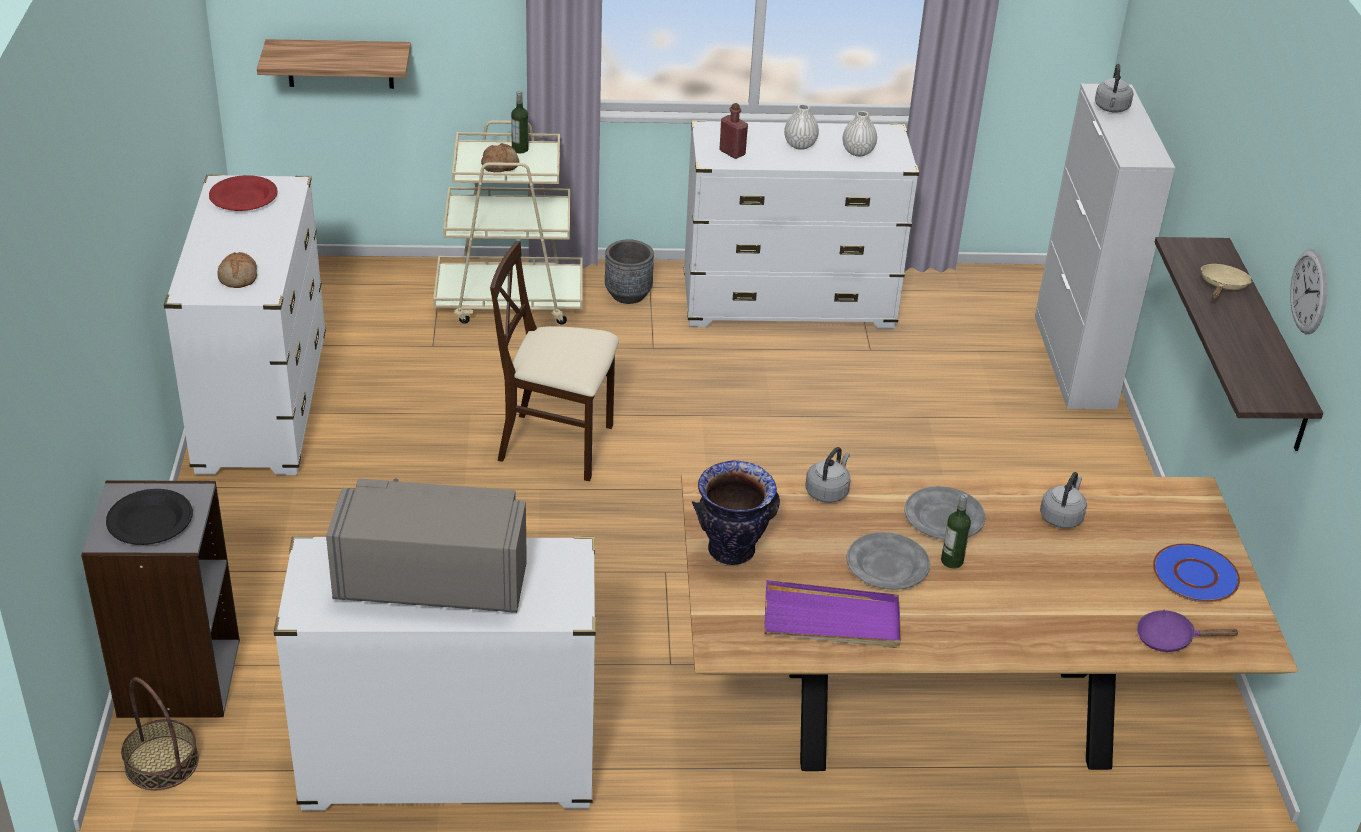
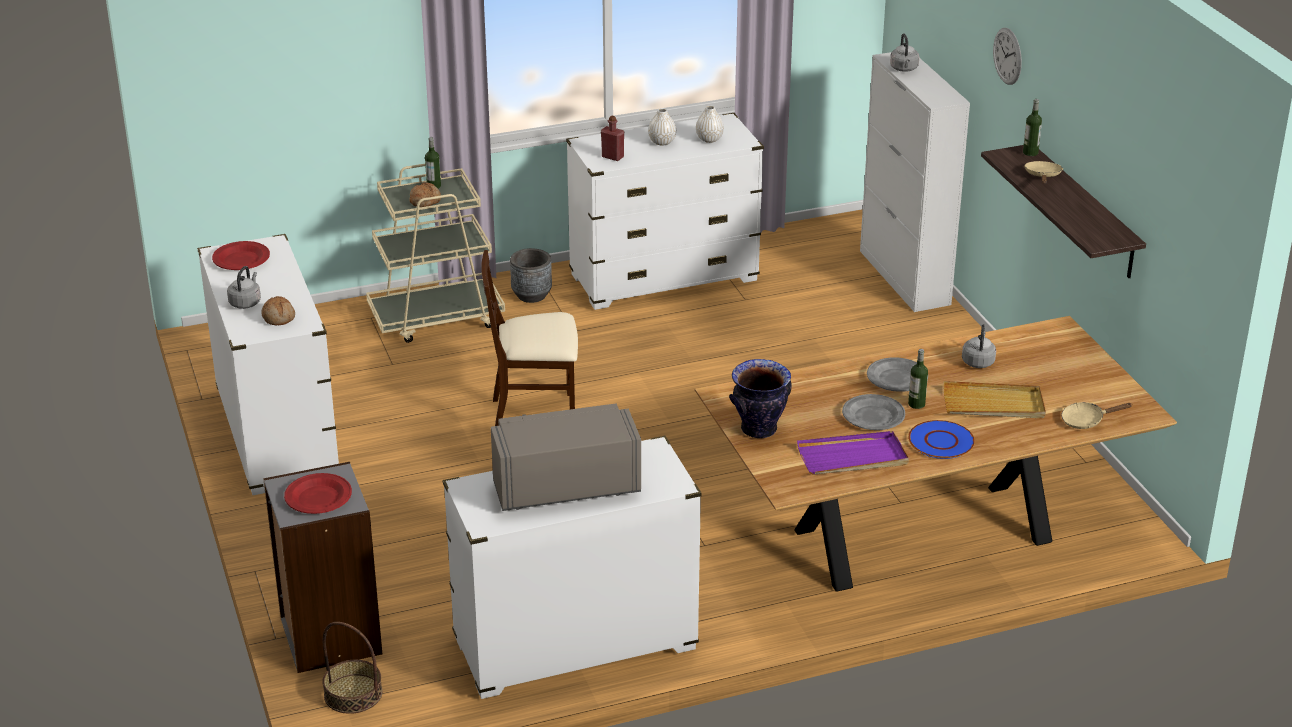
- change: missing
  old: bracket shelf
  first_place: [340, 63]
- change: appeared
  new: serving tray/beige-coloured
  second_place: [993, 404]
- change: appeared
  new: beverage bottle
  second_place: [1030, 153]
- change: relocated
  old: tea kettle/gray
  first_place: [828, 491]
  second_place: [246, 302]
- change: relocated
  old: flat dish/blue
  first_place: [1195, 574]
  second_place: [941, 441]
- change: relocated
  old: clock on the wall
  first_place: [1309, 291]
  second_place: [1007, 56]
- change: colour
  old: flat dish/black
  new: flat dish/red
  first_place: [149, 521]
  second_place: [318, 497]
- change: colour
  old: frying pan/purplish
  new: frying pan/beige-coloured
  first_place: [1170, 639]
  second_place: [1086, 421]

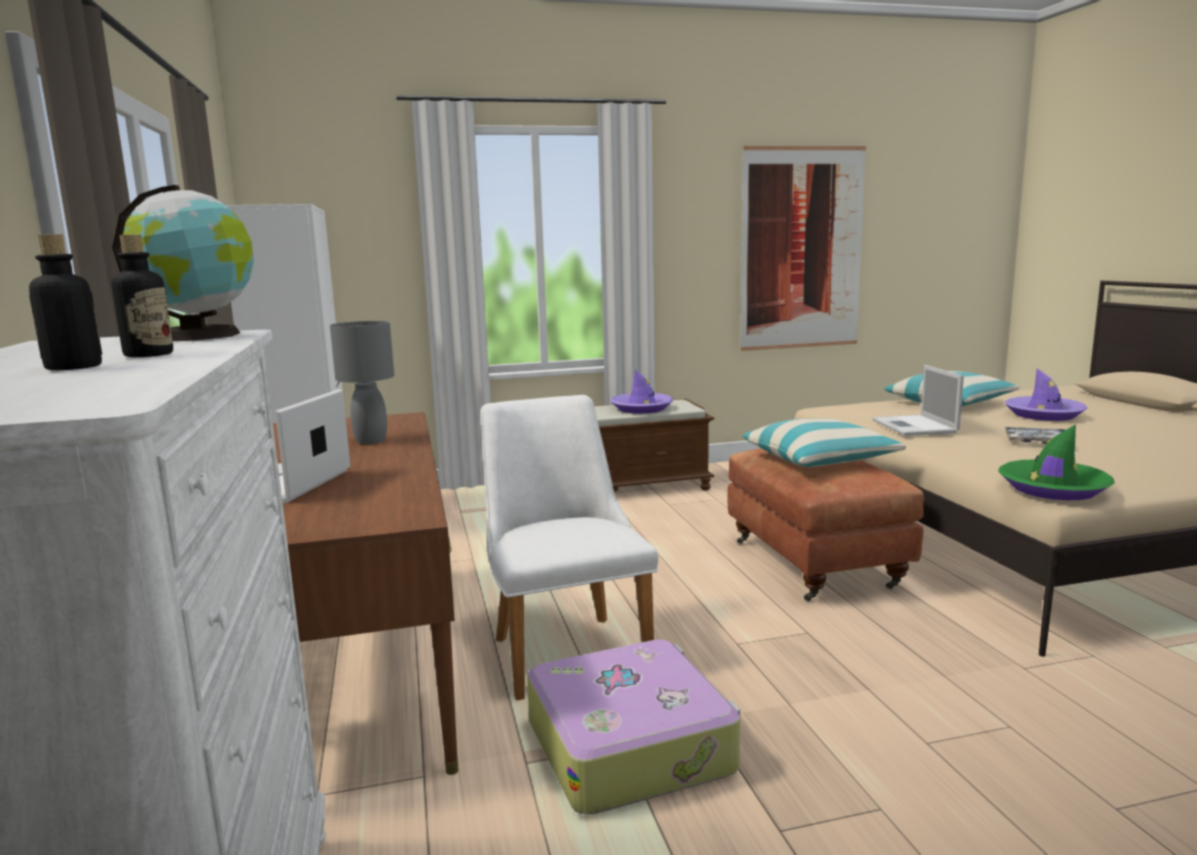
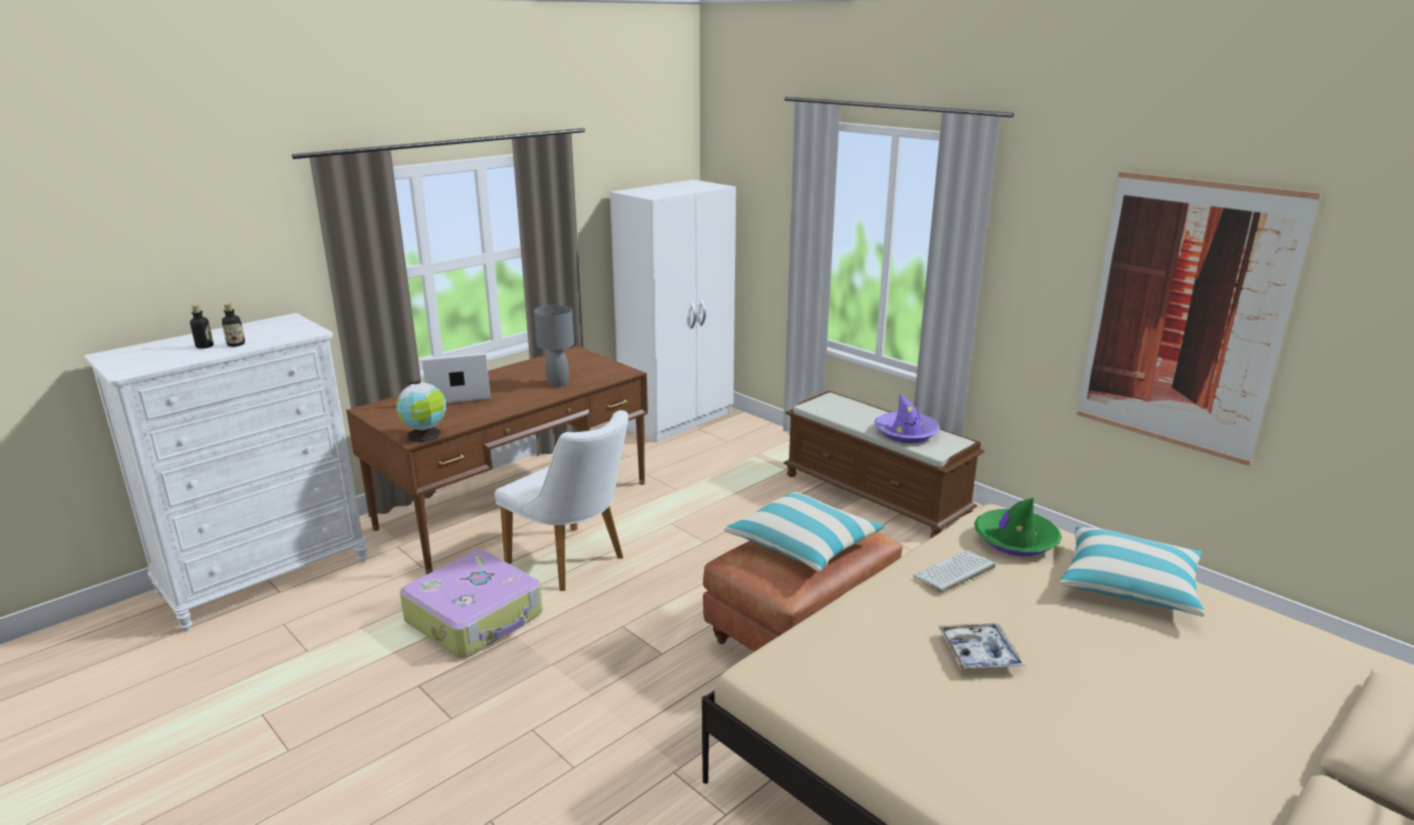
- change: missing
  old: hat/purplish
  first_place: [1044, 415]
- change: relocated
  old: globe
  first_place: [200, 336]
  second_place: [425, 436]
- change: relocated
  old: hat/green-coloured
  first_place: [1053, 489]
  second_place: [1015, 540]
- change: exchanged
  old: portable computer
  new: PC keyboard
  first_place: [915, 426]
  second_place: [954, 572]
- change: spun
  old: chair/white-coloured
  first_place: [564, 647]
  second_place: [573, 563]
  degrees: 90

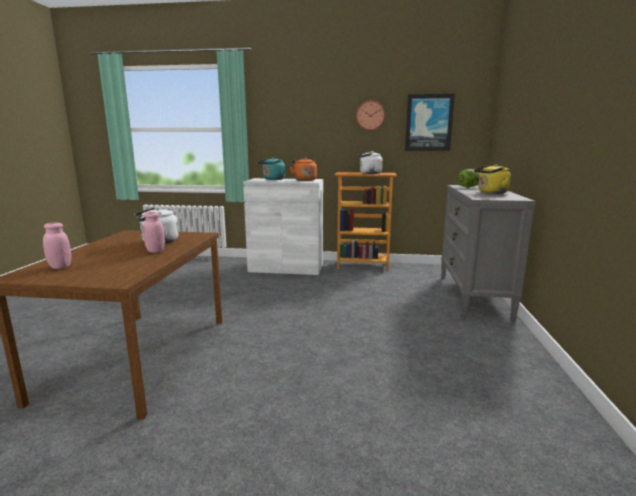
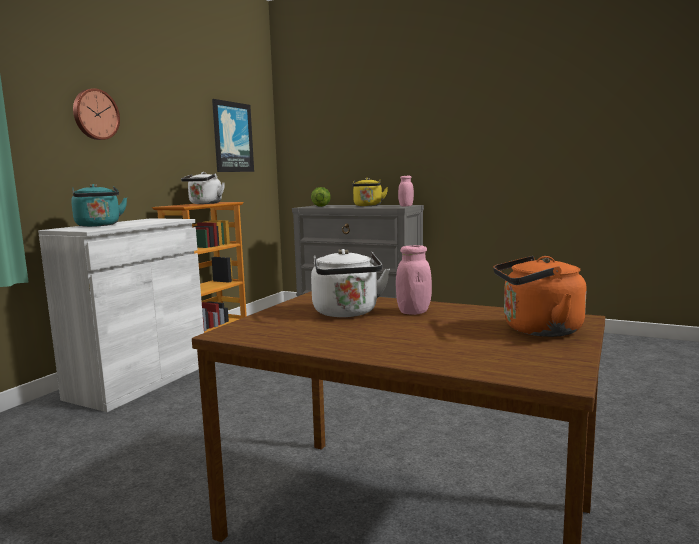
- change: relocated
  old: jar/pink-coloured
  first_place: [60, 267]
  second_place: [406, 206]
- change: relocated
  old: tea kettle/orange-coloured
  first_place: [304, 180]
  second_place: [537, 330]
- change: relocated
  old: clock on the wall
  first_place: [370, 115]
  second_place: [95, 114]

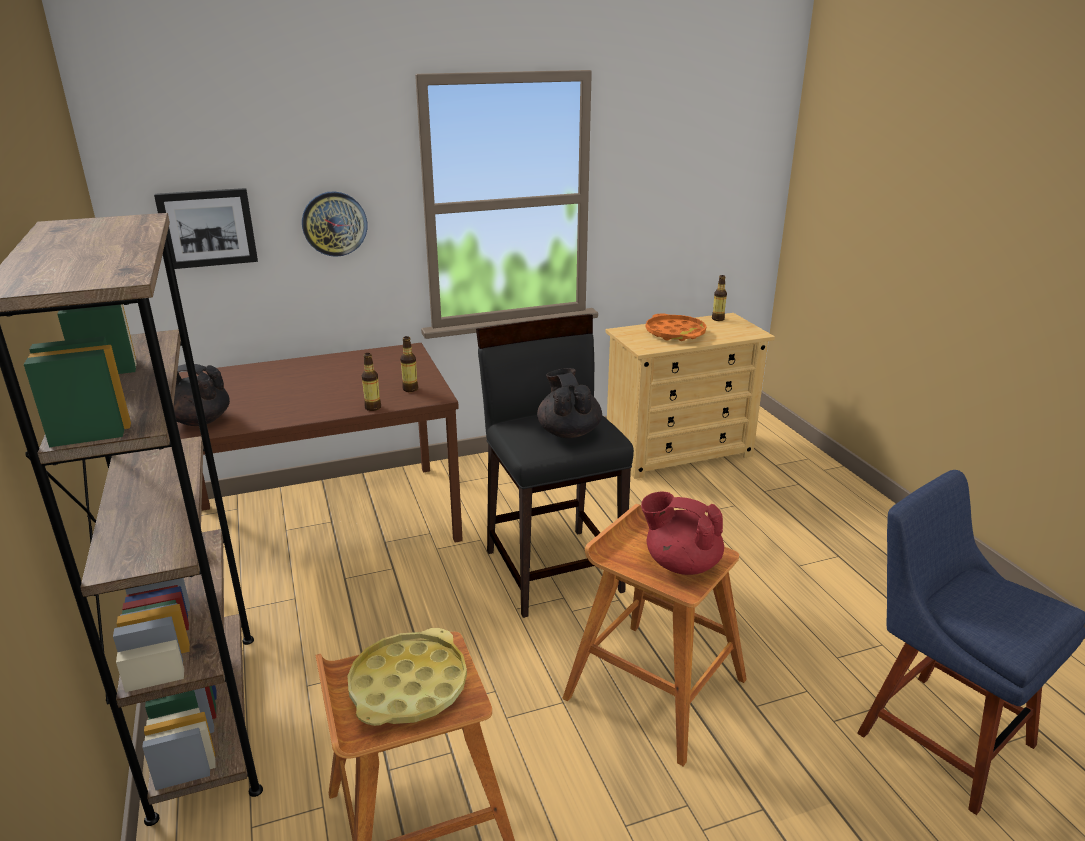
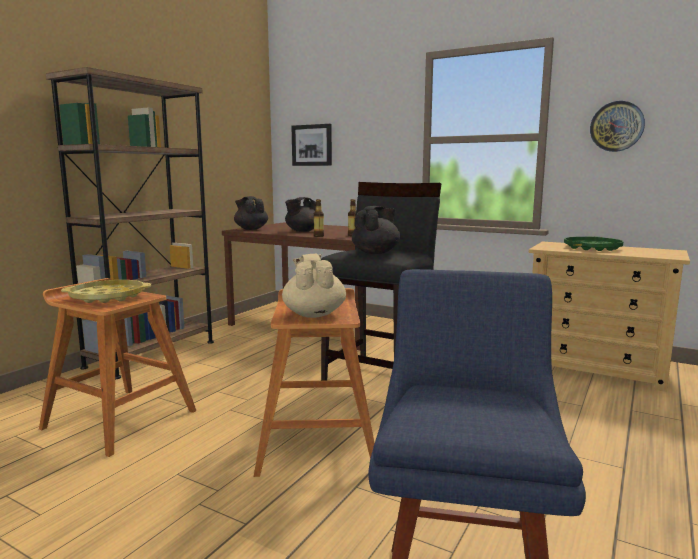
- change: missing
  old: beverage bottle
  first_place: [718, 319]
- change: appeared
  new: teapot/black
  second_place: [302, 231]
- change: relocated
  old: clock on the wall
  first_place: [334, 223]
  second_place: [616, 126]
- change: colour
  old: teapot/red
  new: teapot/beige-coloured
  first_place: [681, 563]
  second_place: [314, 314]
- change: colour
  old: serving tray/orange-coloured
  new: serving tray/green-coloured
  first_place: [675, 333]
  second_place: [592, 248]

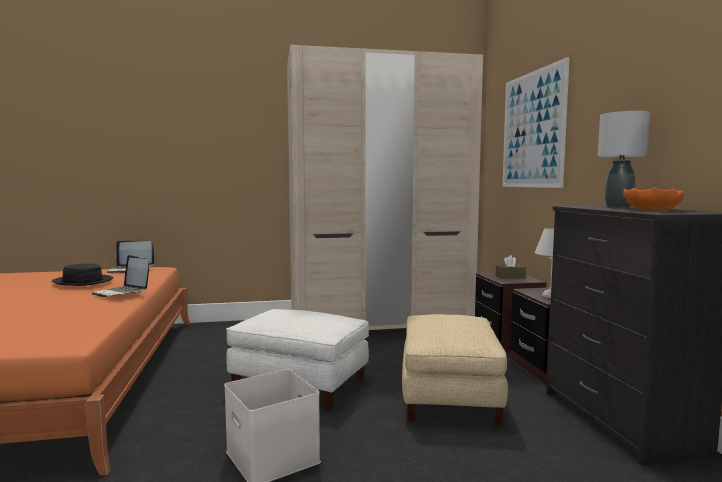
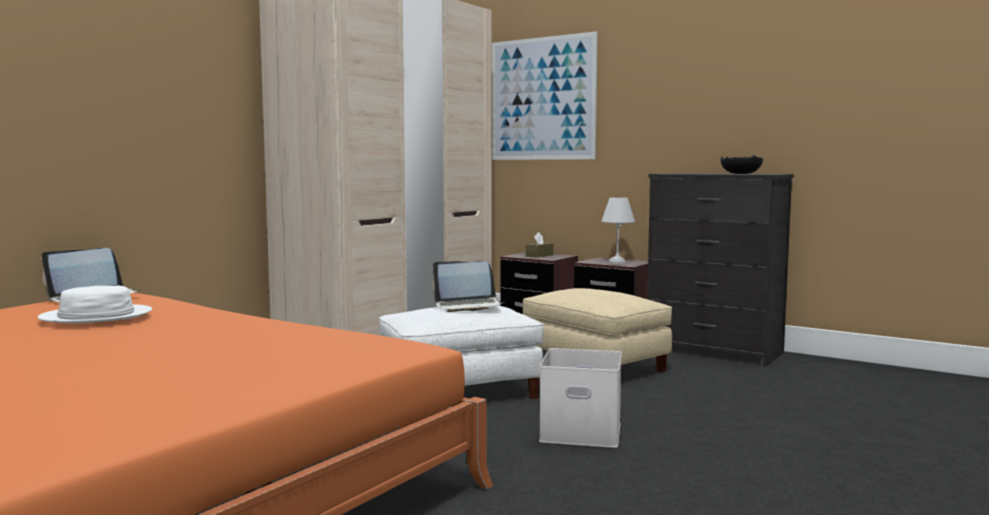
- change: missing
  old: tabletop lamp/gray
  first_place: [618, 206]
- change: relocated
  old: portable computer
  first_place: [122, 292]
  second_place: [468, 306]
- change: colour
  old: hat/black
  new: hat/white-coloured
  first_place: [82, 281]
  second_place: [96, 316]
- change: colour
  old: serving bowl/orange-coloured
  new: serving bowl/black
  first_place: [652, 210]
  second_place: [741, 173]

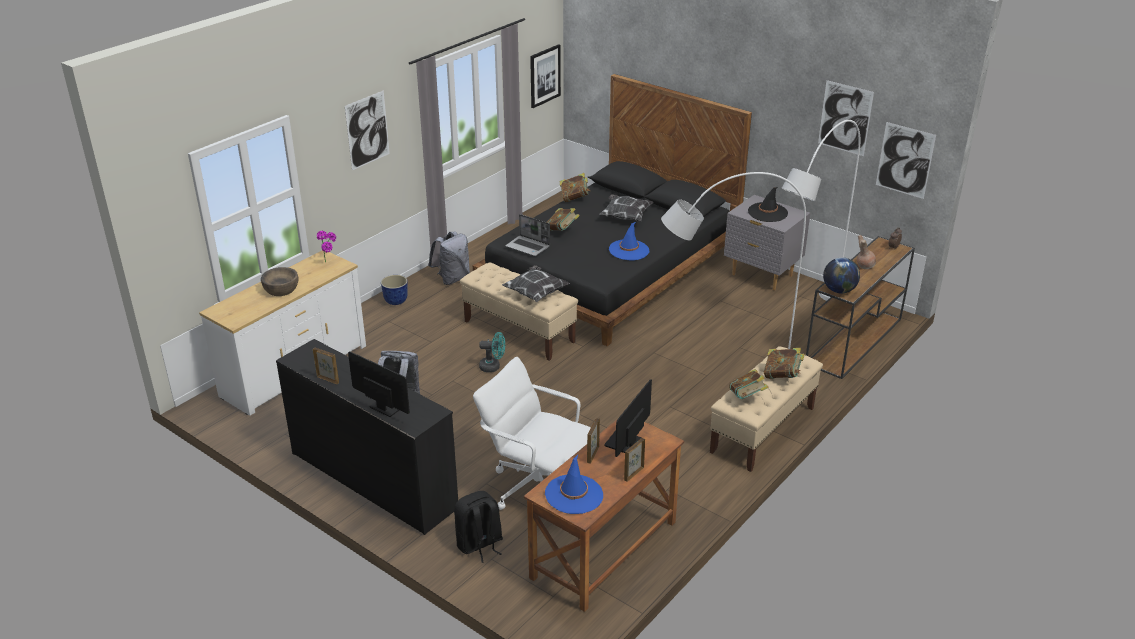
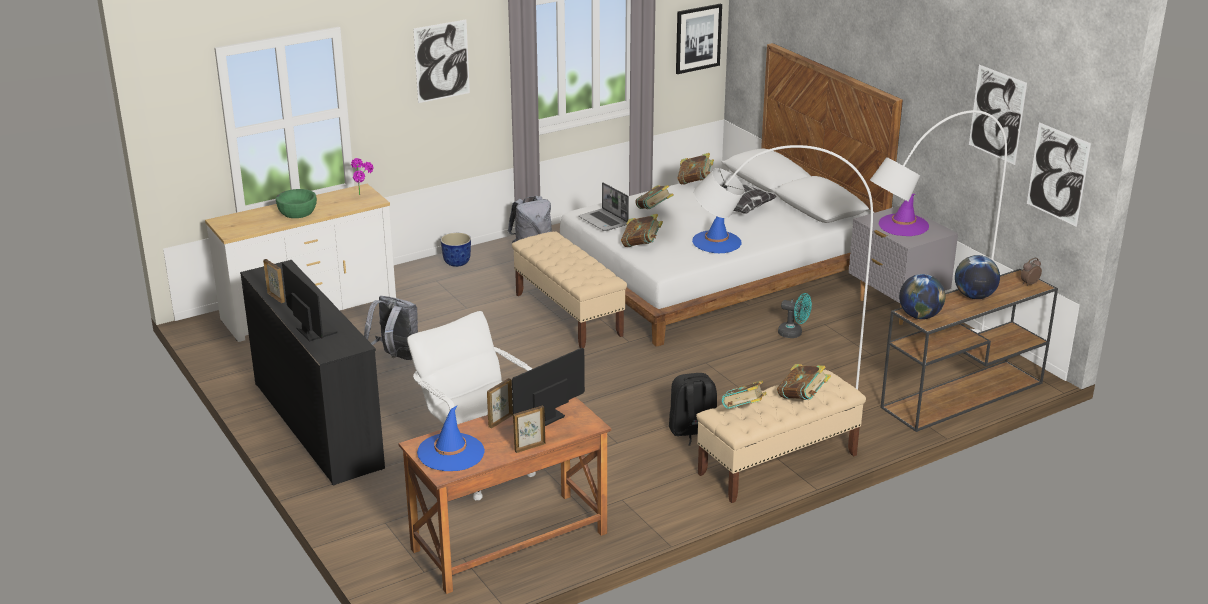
- change: missing
  old: pillow
  first_place: [536, 293]
- change: appeared
  new: book
  second_place: [641, 245]
- change: relocated
  old: backpack/black
  first_place: [479, 544]
  second_place: [692, 431]
- change: relocated
  old: electric fan/blue-green
  first_place: [493, 367]
  second_place: [794, 333]
- change: exchanged
  old: decorative vase/brown
  new: globe
  first_place: [864, 266]
  second_place: [974, 296]
- change: colour
  old: serving bowl/brown
  new: serving bowl/green-coloured
  first_place: [281, 289]
  second_place: [297, 212]
- change: colour
  old: bedroom bed/black
  new: bedroom bed/white-coloured
  first_place: [610, 271]
  second_place: [715, 273]
- change: colour
  old: hat/black
  new: hat/purplish
  first_place: [767, 212]
  second_place: [903, 225]

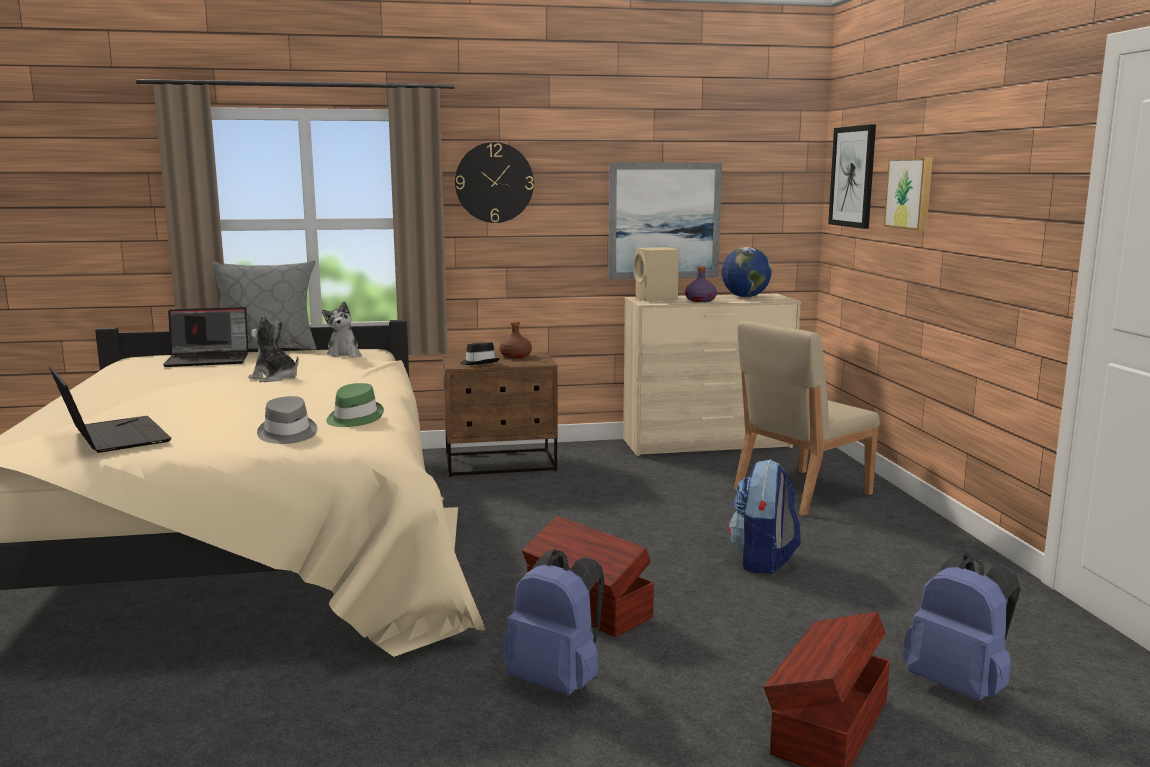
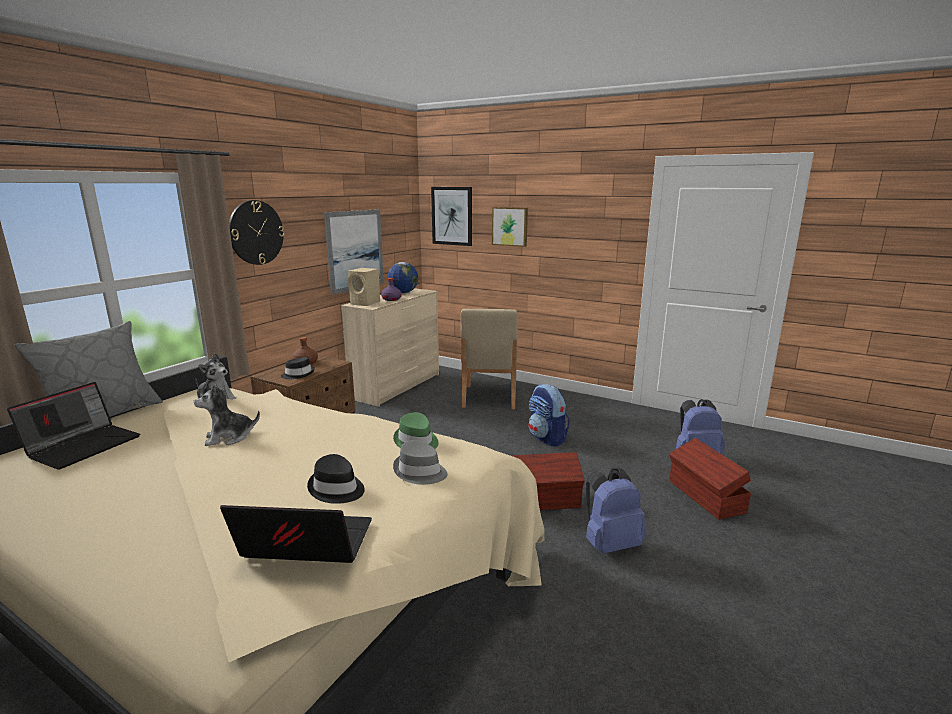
- change: appeared
  new: hat/black
  second_place: [336, 489]

